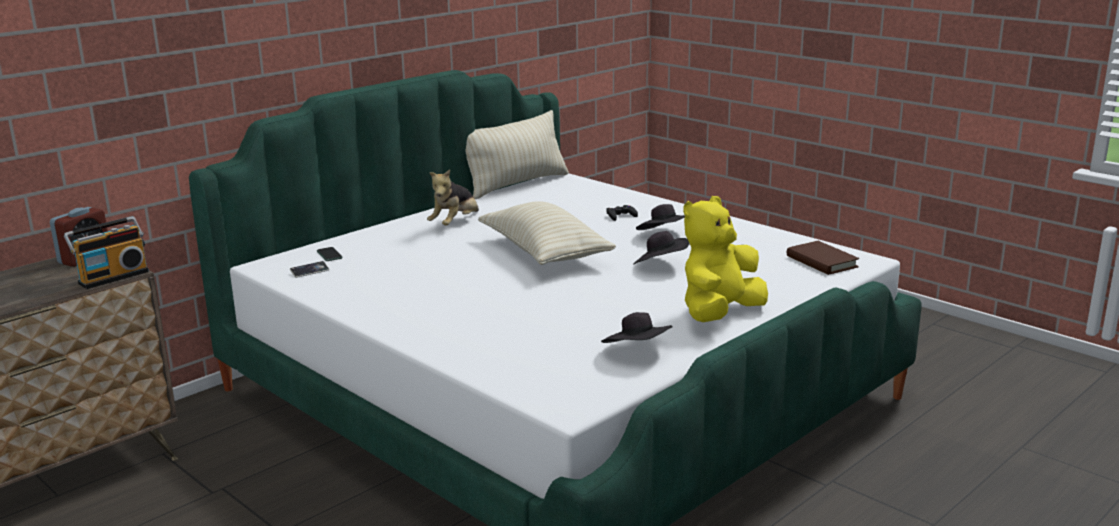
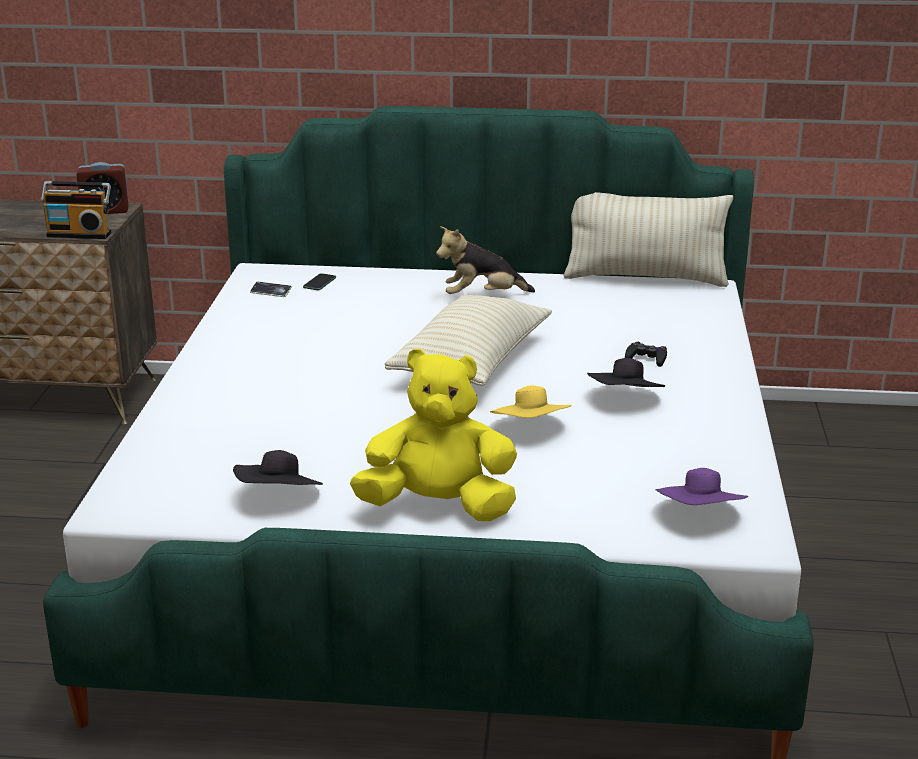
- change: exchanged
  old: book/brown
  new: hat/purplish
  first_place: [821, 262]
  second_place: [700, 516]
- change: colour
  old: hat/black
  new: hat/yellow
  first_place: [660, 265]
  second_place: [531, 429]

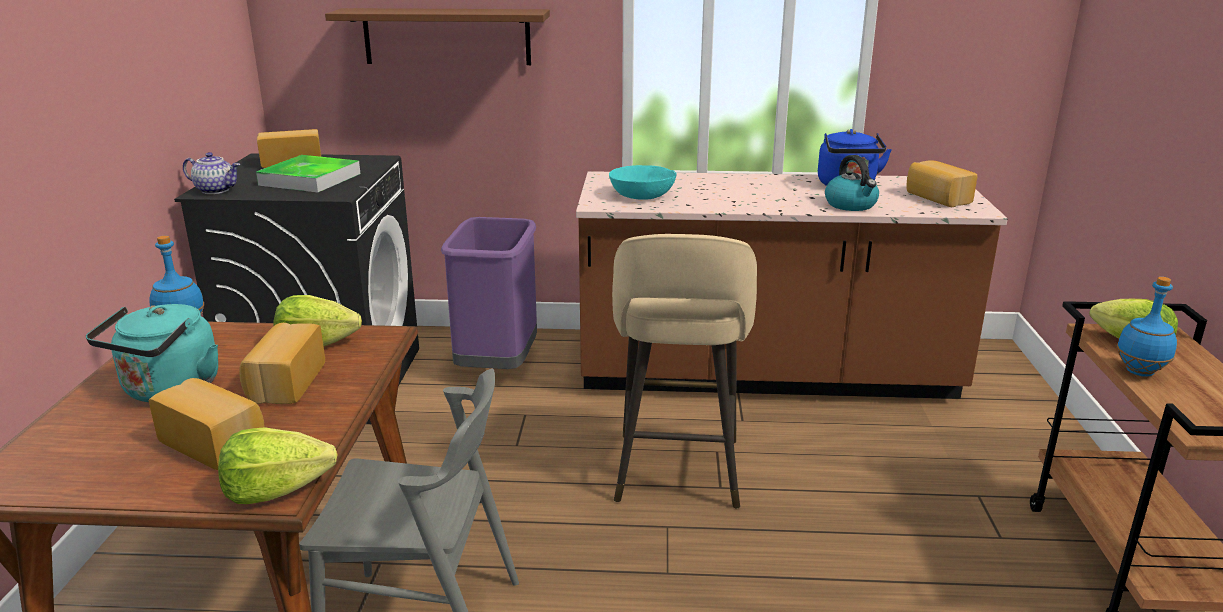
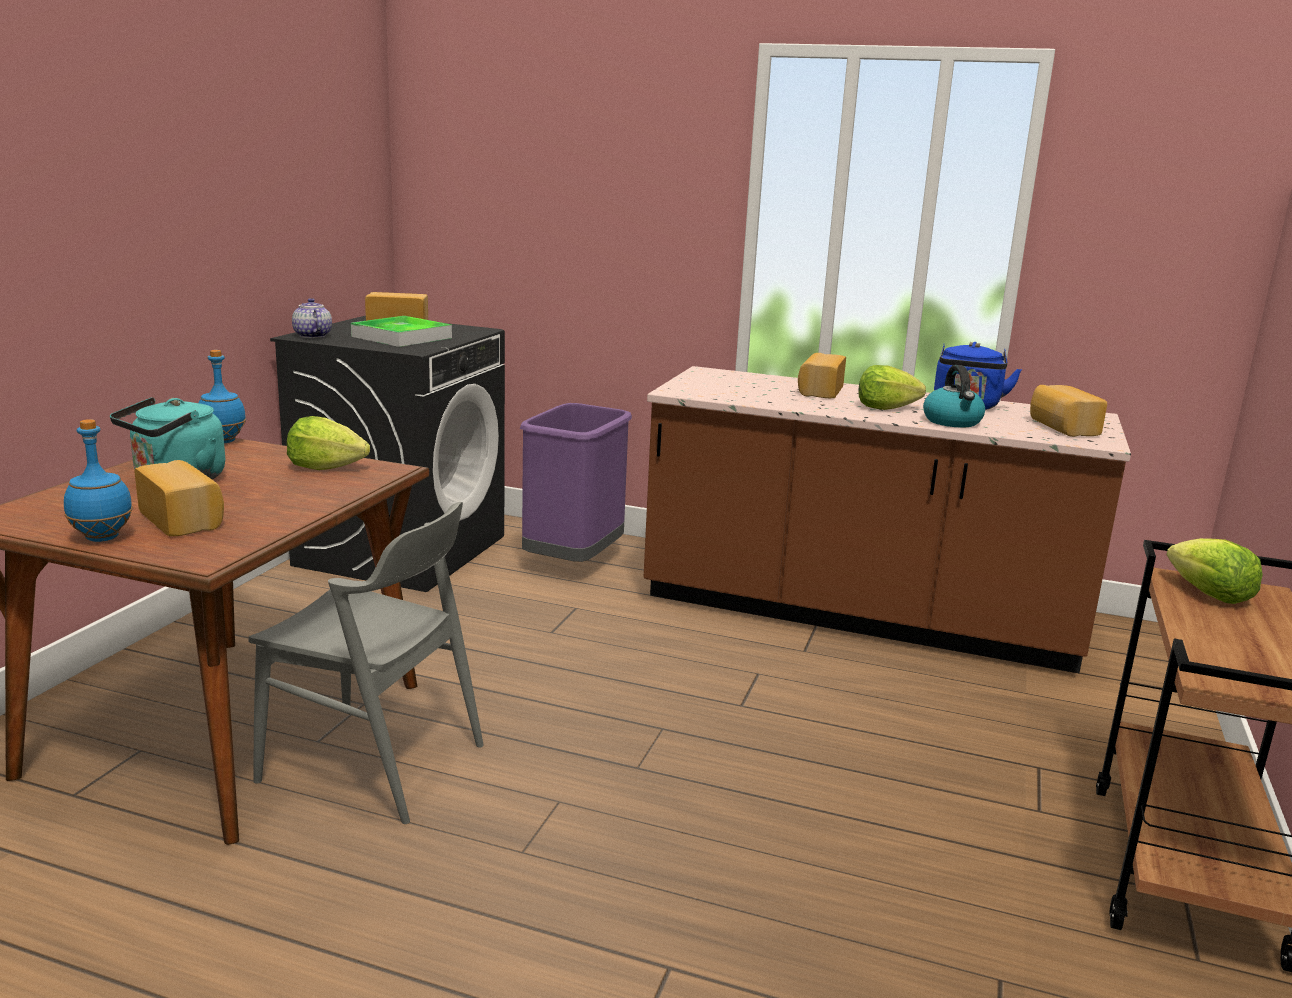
- change: missing
  old: bracket shelf/brown
  first_place: [447, 36]
- change: missing
  old: serving bowl/blue-green
  first_place: [642, 195]
- change: missing
  old: stool/beige-coloured
  first_place: [677, 473]
- change: relocated
  old: lettuce
  first_place: [276, 491]
  second_place: [885, 408]
- change: relocated
  old: bakery bread
  first_place: [284, 383]
  second_place: [819, 391]
- change: relocated
  old: beverage bottle/blue
  first_place: [1140, 372]
  second_place: [103, 538]
- change: spun
  old: teapot
  first_place: [216, 190]
  second_place: [311, 336]
  degrees: -150

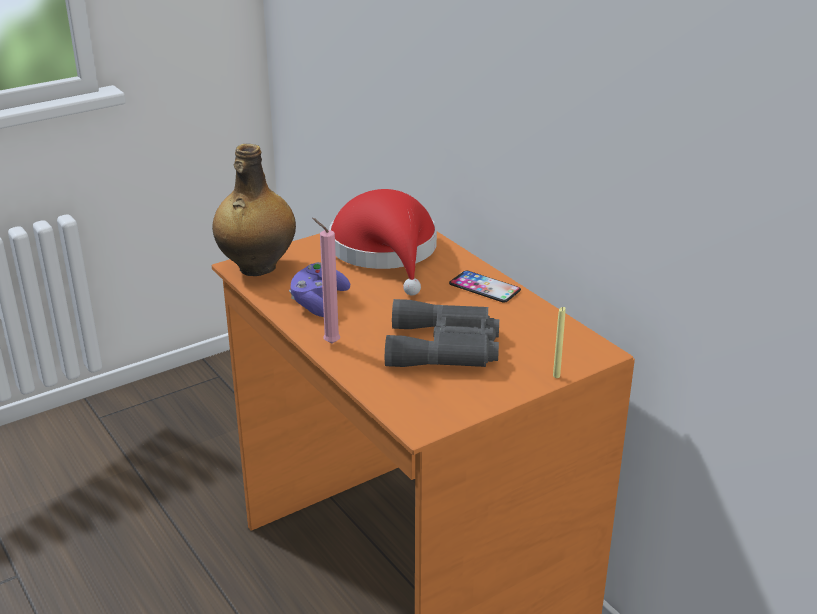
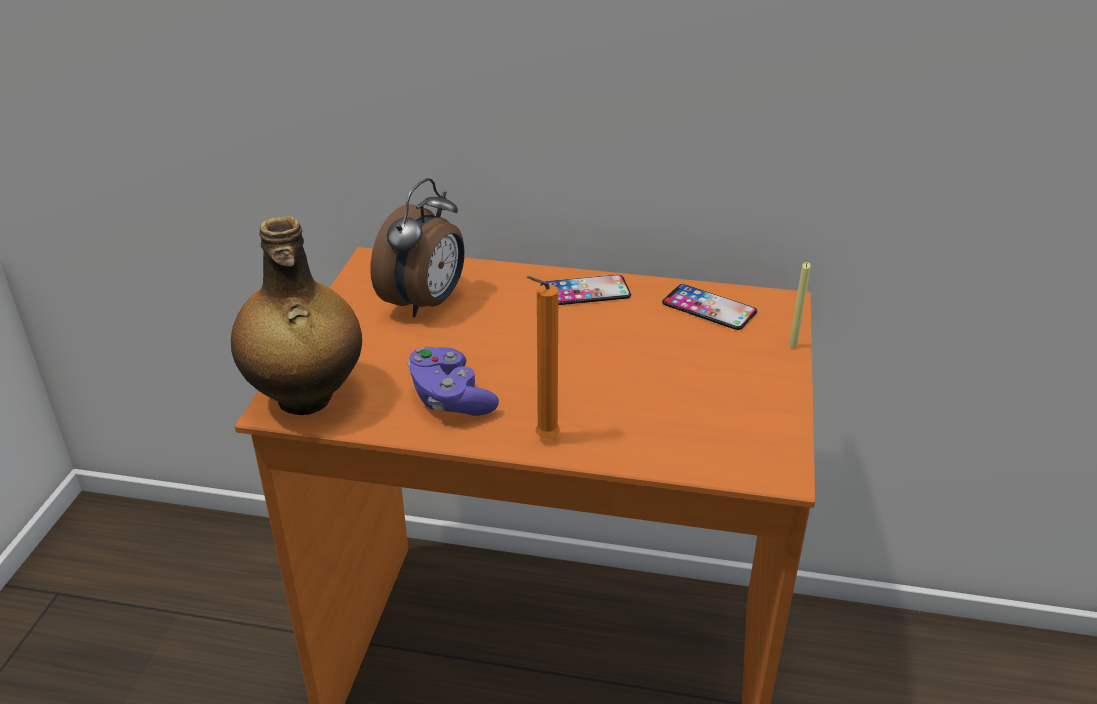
- change: missing
  old: pair of binoculars/gray
  first_place: [446, 347]
- change: appeared
  new: telephone
  second_place: [709, 308]
- change: exchanged
  old: hat/red
  new: bedside clock
  first_place: [387, 252]
  second_place: [426, 303]
- change: colour
  old: wax candle/pink-coloured
  new: wax candle/orange-coloured
  first_place: [329, 343]
  second_place: [543, 439]

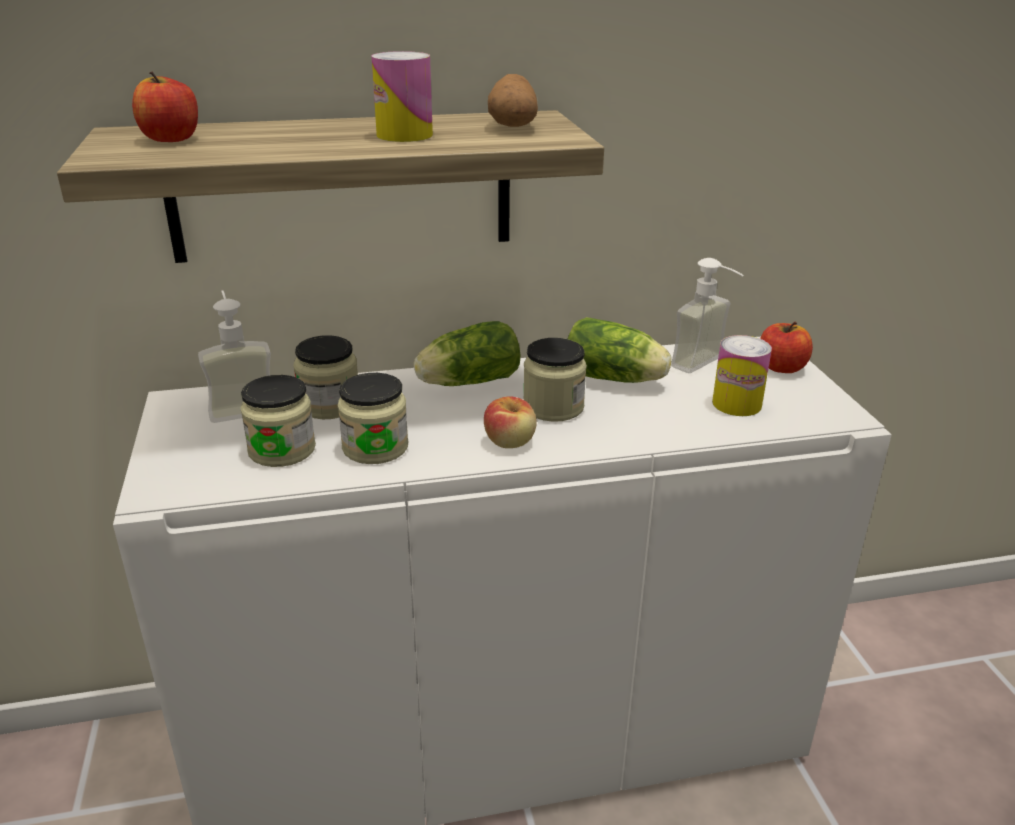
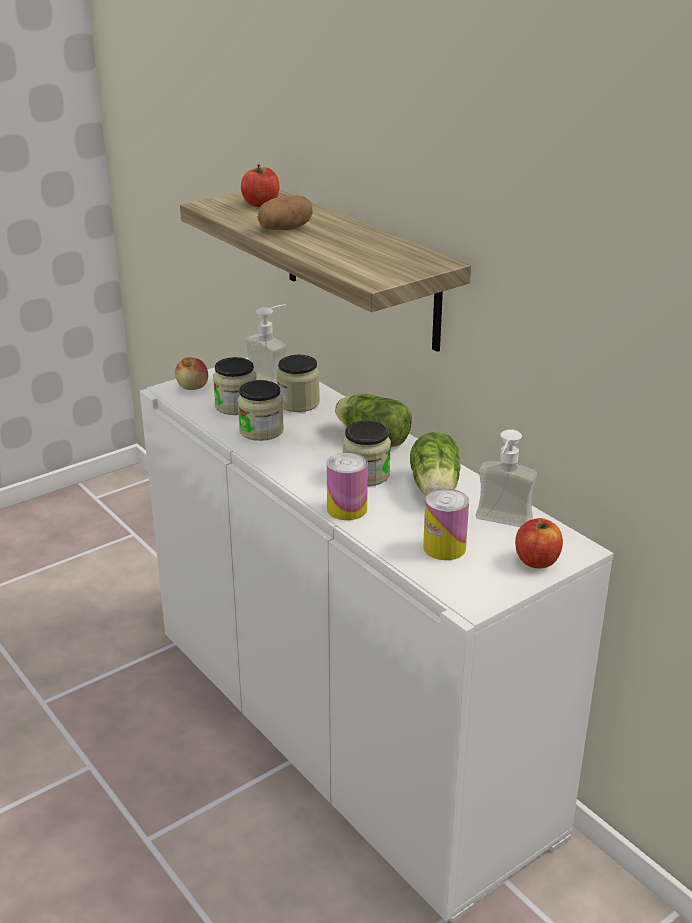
- change: relocated
  old: can
  first_place: [404, 135]
  second_place: [347, 509]
- change: relocated
  old: apple
  first_place: [510, 441]
  second_place: [192, 387]
- change: relocated
  old: spud
  first_place: [513, 125]
  second_place: [285, 229]

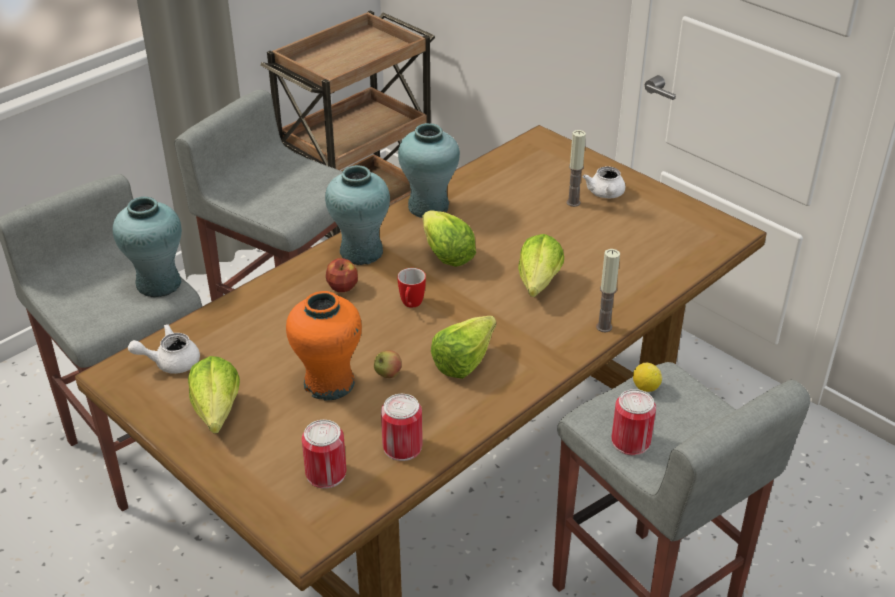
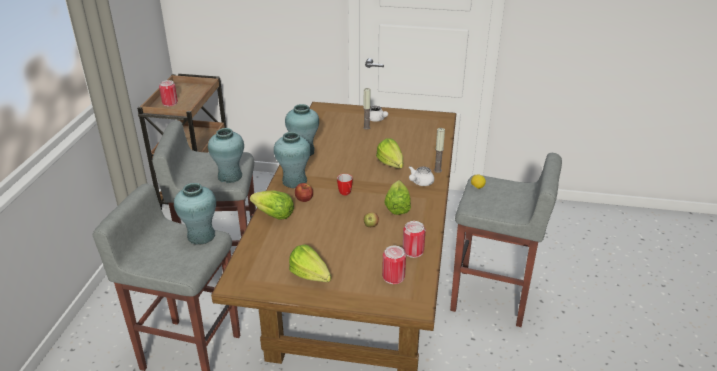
- change: missing
  old: decorative vase/orange-coloured
  first_place: [329, 384]
- change: appeared
  new: decorative vase/blue-green
  second_place: [230, 176]
- change: relocated
  old: teapot/white-coloured
  first_place: [170, 362]
  second_place: [420, 183]
- change: relocated
  old: lettuce
  first_place: [447, 255]
  second_place: [274, 215]
- change: relocated
  old: can
  first_place: [630, 441]
  second_place: [170, 103]

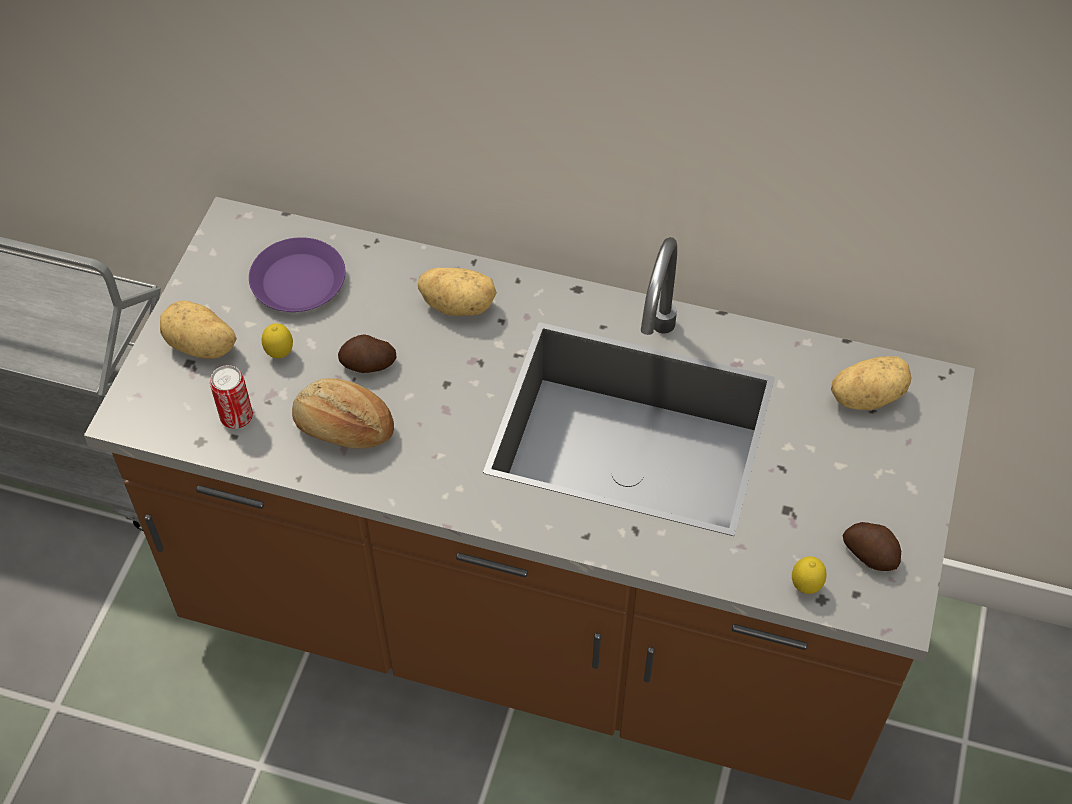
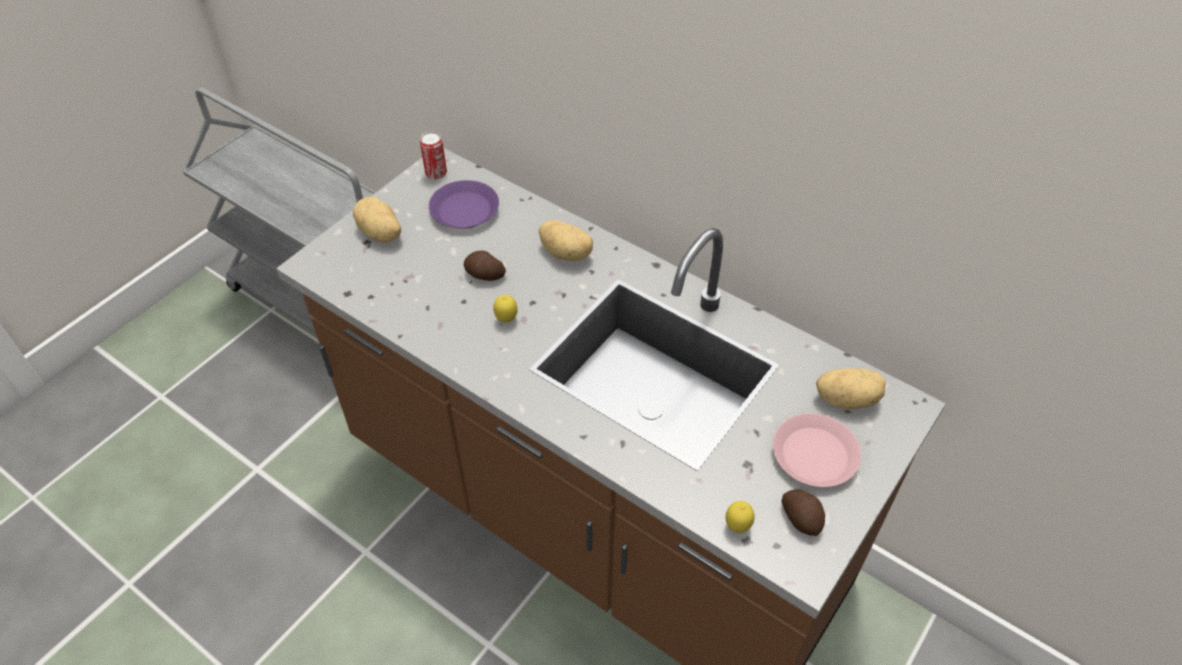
- change: missing
  old: bakery bread
  first_place: [343, 428]
- change: appeared
  new: flat dish/pink-coloured
  second_place: [814, 455]
- change: relocated
  old: can
  first_place: [236, 417]
  second_place: [436, 173]
- change: relocated
  old: whole lemon
  first_place: [280, 354]
  second_place: [506, 320]

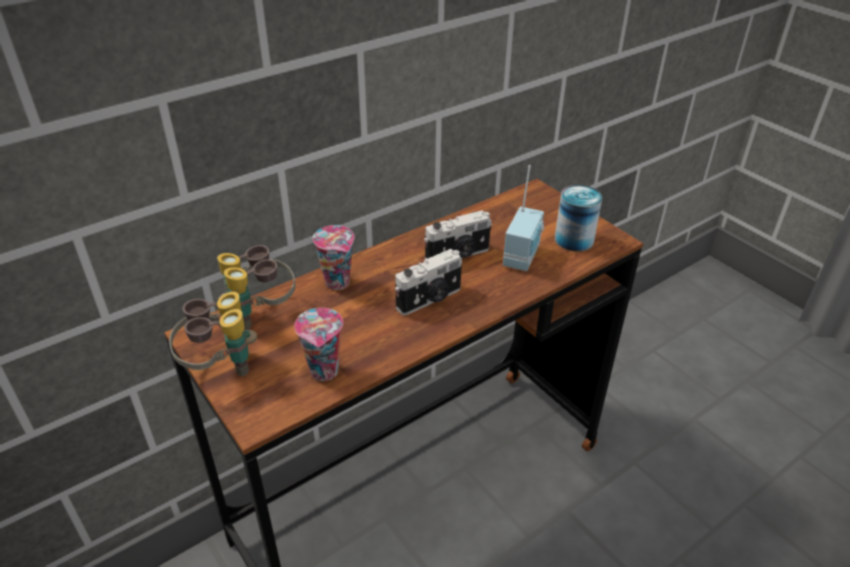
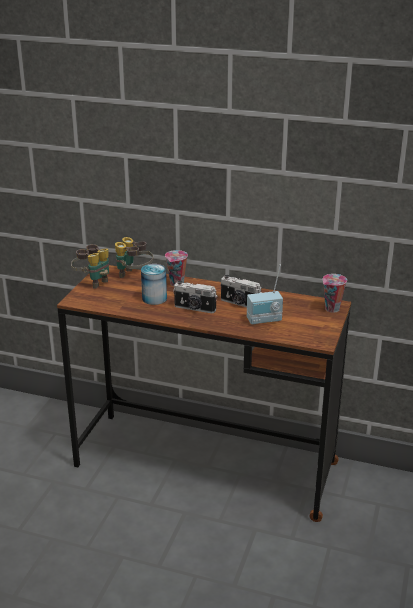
- change: relocated
  old: small cup
  first_place: [325, 372]
  second_place: [332, 309]
- change: relocated
  old: can
  first_place: [574, 239]
  second_place: [154, 298]

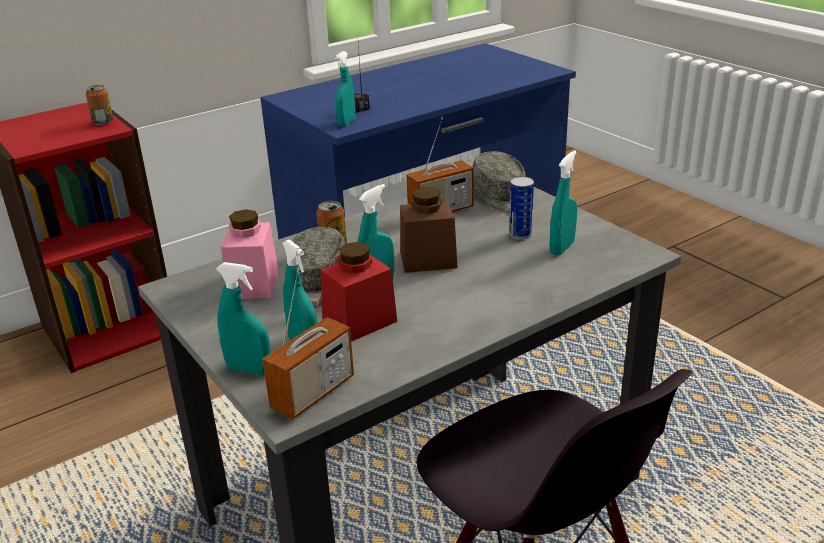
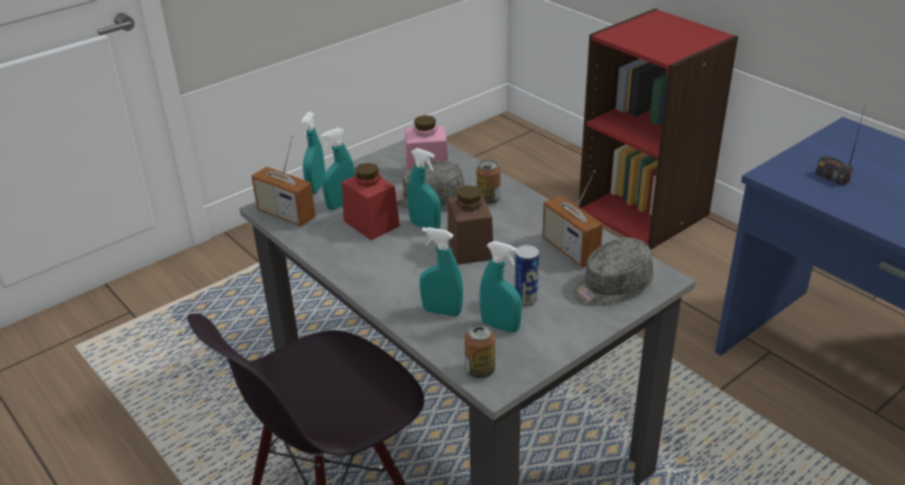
- change: relocated
  old: can
  first_place: [103, 122]
  second_place: [480, 370]
- change: relocated
  old: hand sprayer/blue-green
  first_place: [346, 123]
  second_place: [442, 311]

